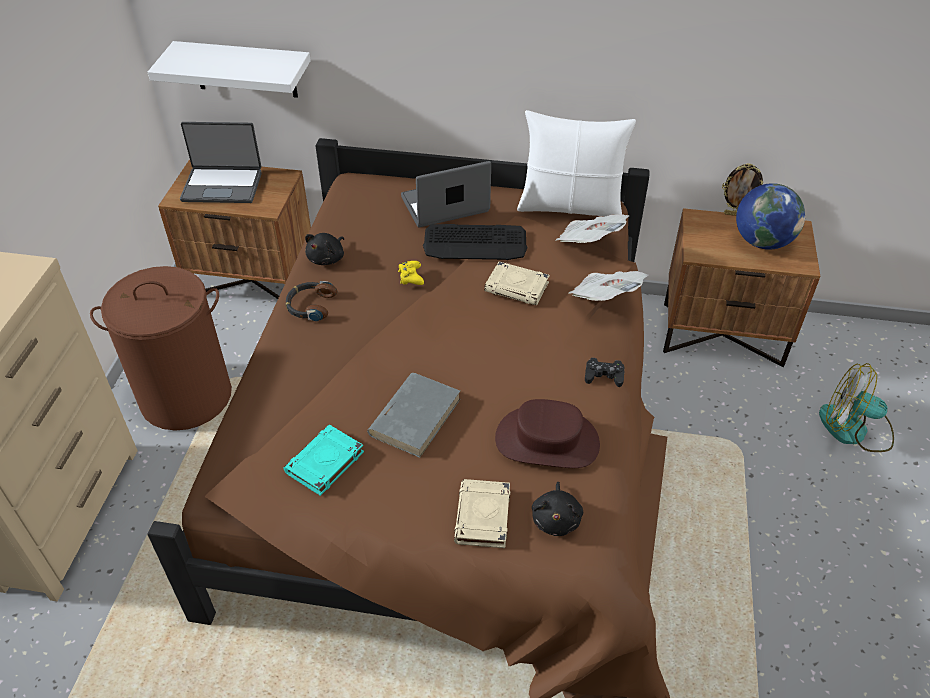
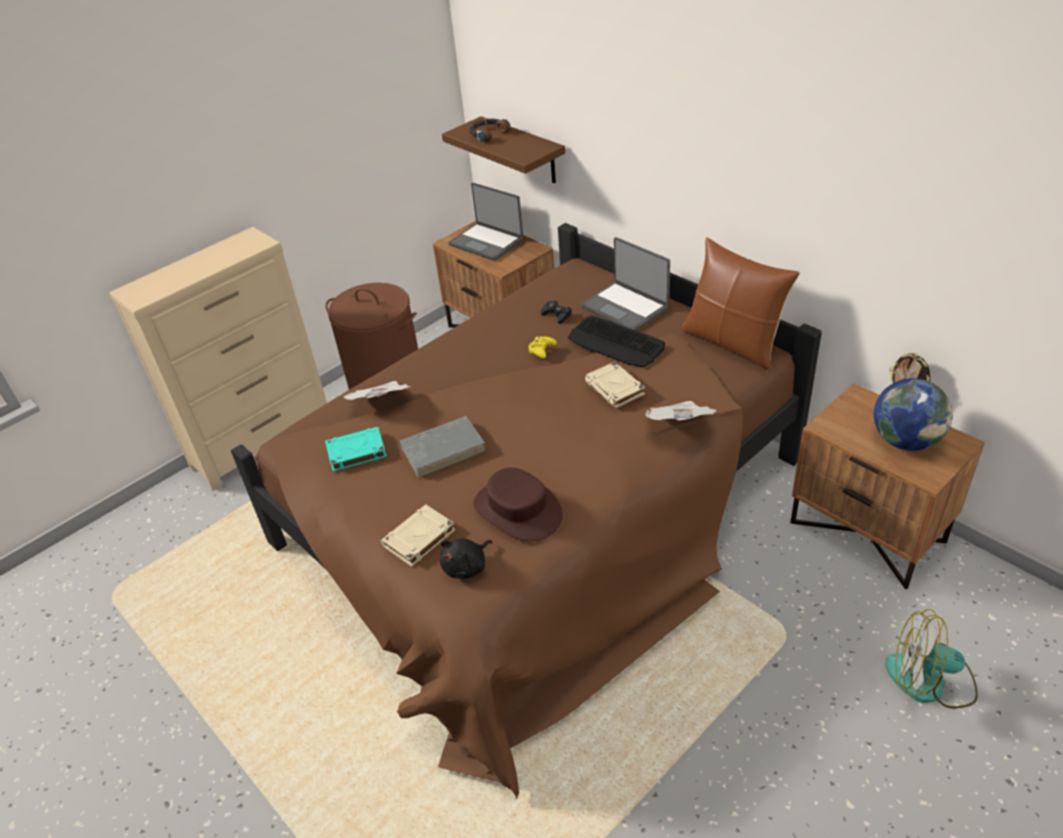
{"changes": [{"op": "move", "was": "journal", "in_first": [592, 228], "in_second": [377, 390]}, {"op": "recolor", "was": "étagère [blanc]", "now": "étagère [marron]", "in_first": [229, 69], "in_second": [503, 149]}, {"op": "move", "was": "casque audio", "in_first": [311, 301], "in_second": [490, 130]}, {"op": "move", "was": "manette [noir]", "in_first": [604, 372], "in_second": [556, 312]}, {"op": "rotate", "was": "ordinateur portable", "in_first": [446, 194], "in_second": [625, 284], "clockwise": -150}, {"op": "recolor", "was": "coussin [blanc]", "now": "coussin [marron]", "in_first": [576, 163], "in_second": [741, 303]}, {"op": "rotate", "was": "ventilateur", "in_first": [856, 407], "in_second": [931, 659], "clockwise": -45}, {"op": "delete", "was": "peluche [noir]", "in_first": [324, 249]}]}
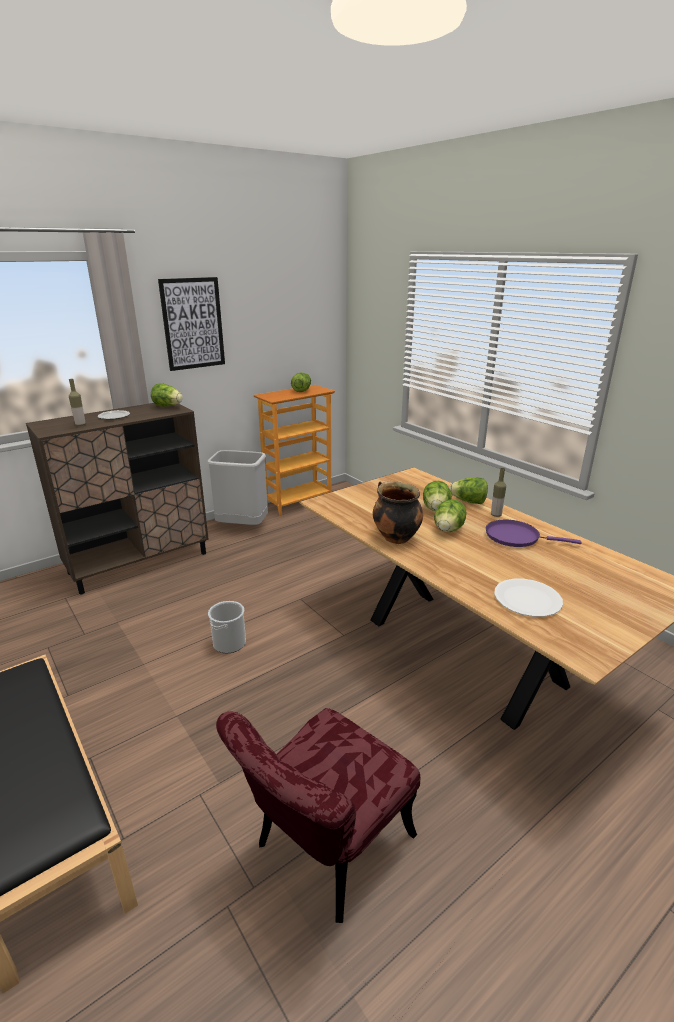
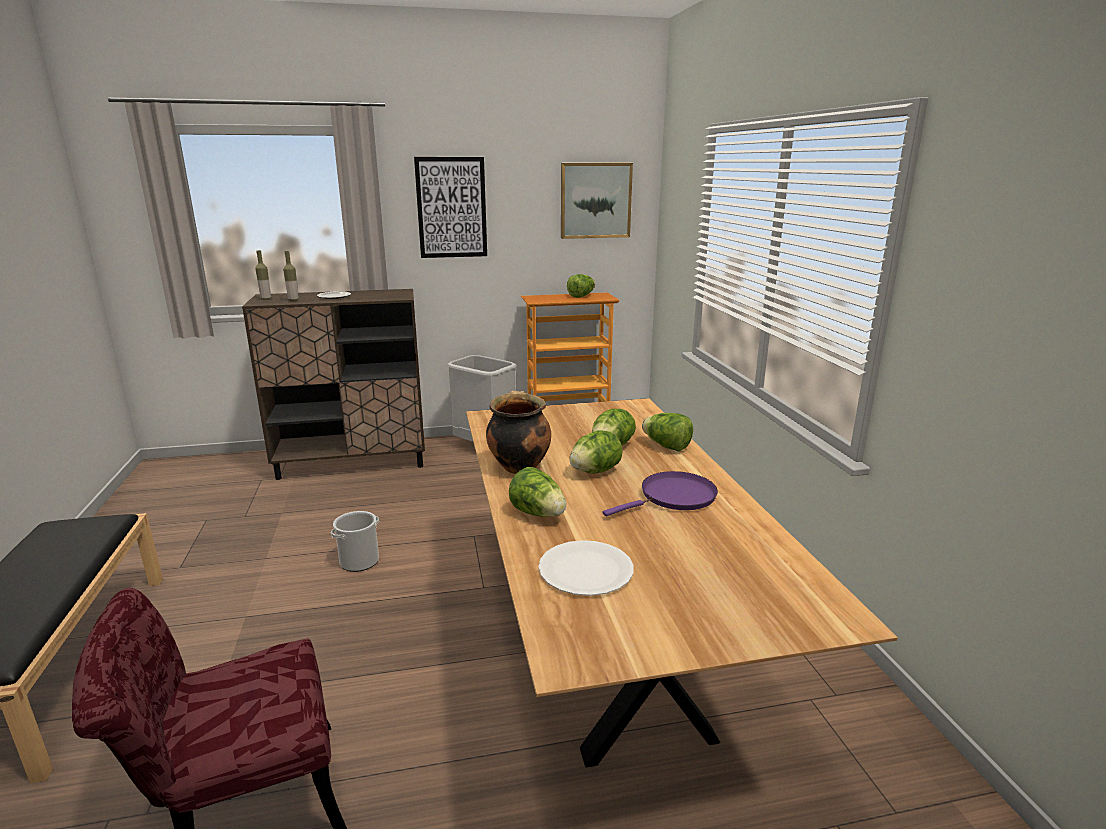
{"changes": [{"op": "move", "was": "bouteille", "in_first": [498, 492], "in_second": [263, 275]}, {"op": "move", "was": "laitue", "in_first": [167, 395], "in_second": [537, 492]}, {"op": "insert", "now": "tableau", "in_second": [597, 201]}, {"op": "rotate", "was": "poêle [violet]", "in_first": [534, 533], "in_second": [660, 493], "clockwise": 105}]}
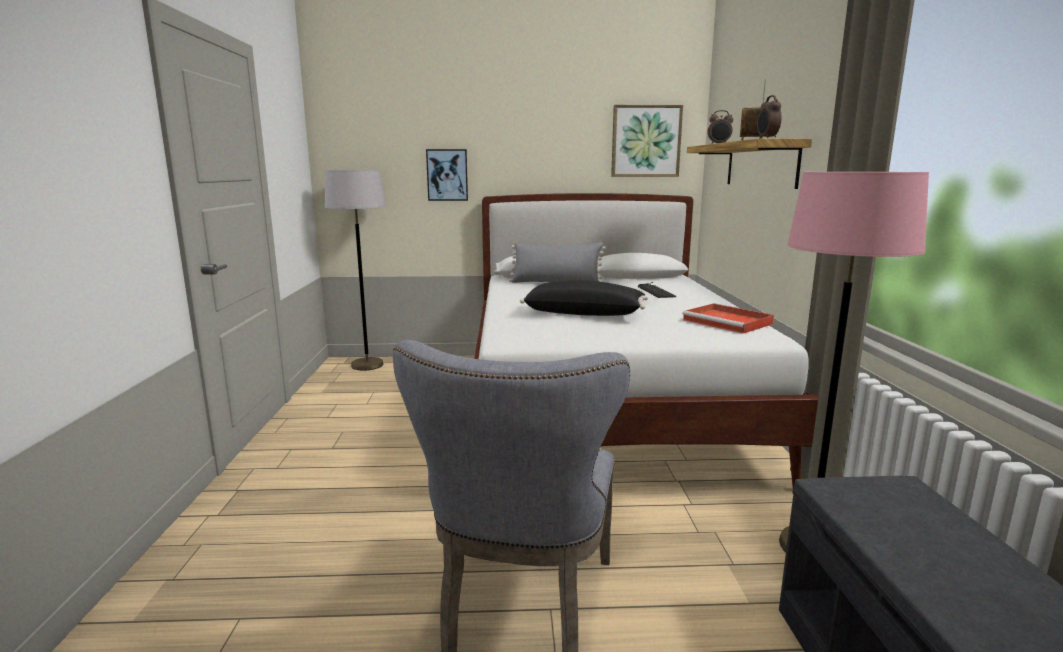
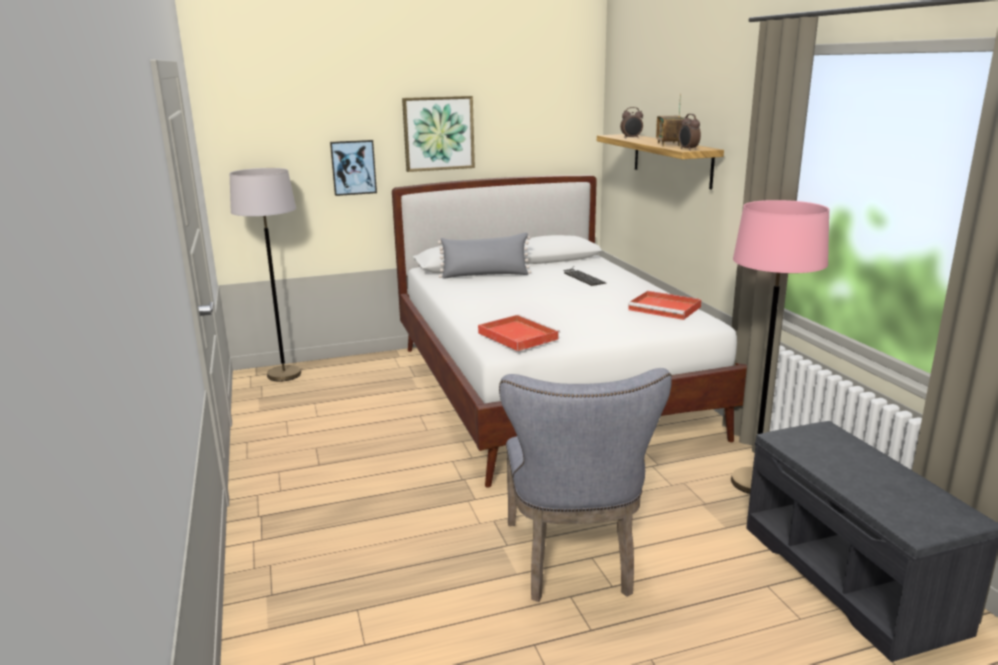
{"changes": [{"op": "move", "was": "tableau", "in_first": [647, 141], "in_second": [438, 134]}, {"op": "insert", "now": "plateau [rouge]", "in_second": [519, 333]}, {"op": "delete", "was": "coussin [noir]", "in_first": [584, 298]}]}
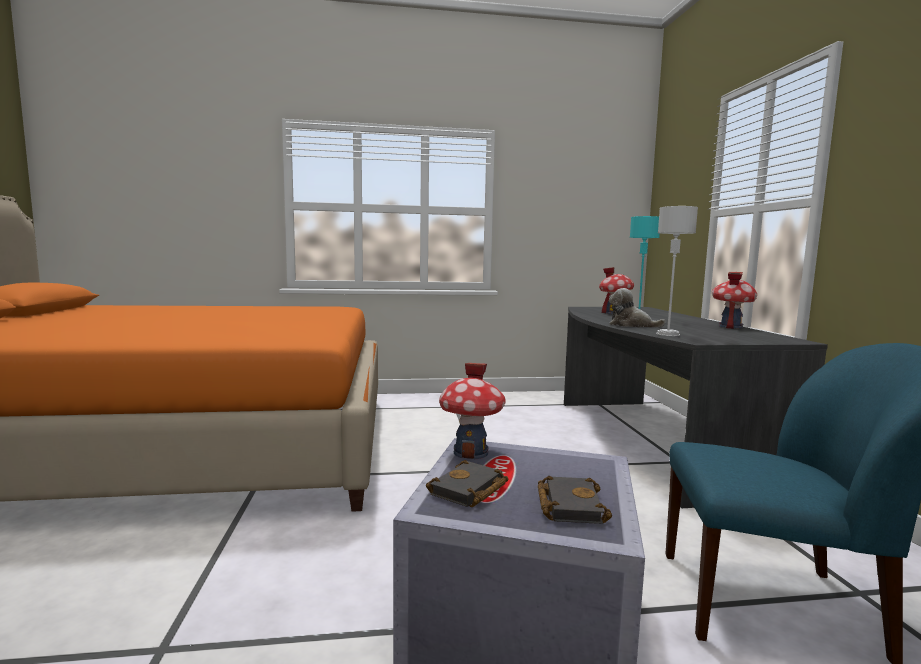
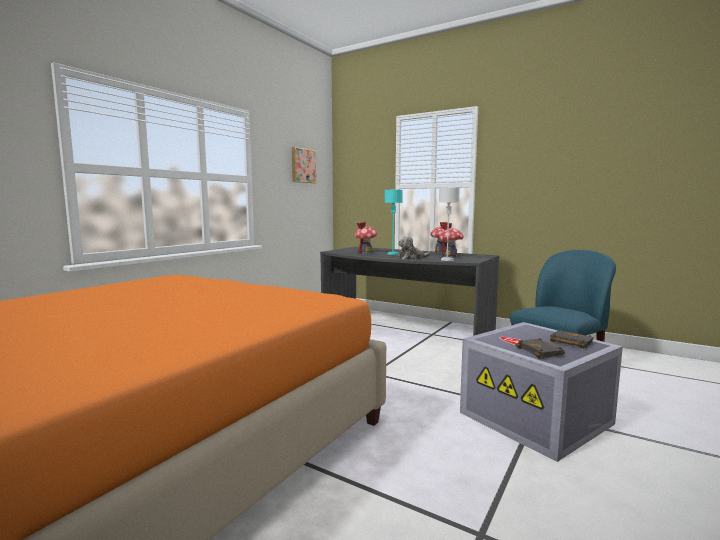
{"changes": [{"op": "insert", "now": "tableau", "in_second": [304, 165]}, {"op": "move", "was": "maison miniature", "in_first": [472, 411], "in_second": [451, 240]}]}
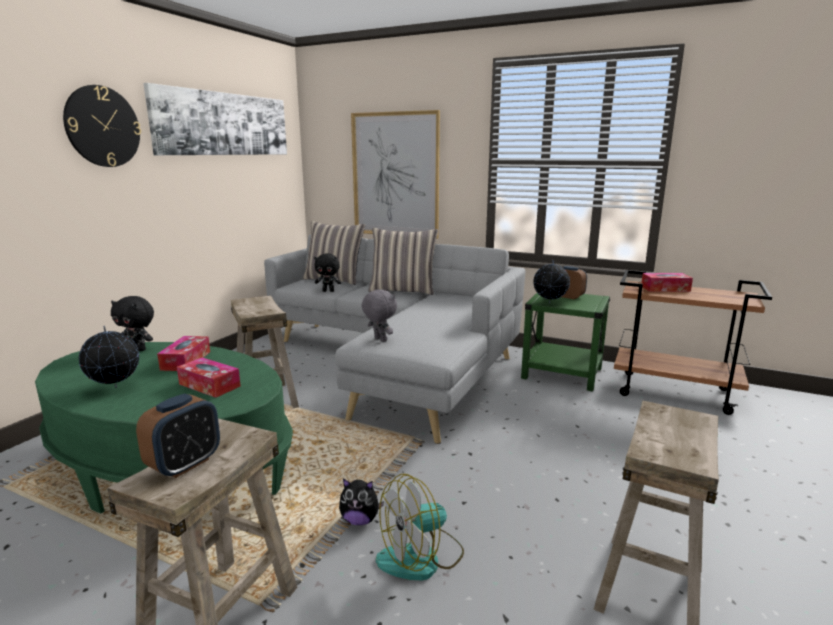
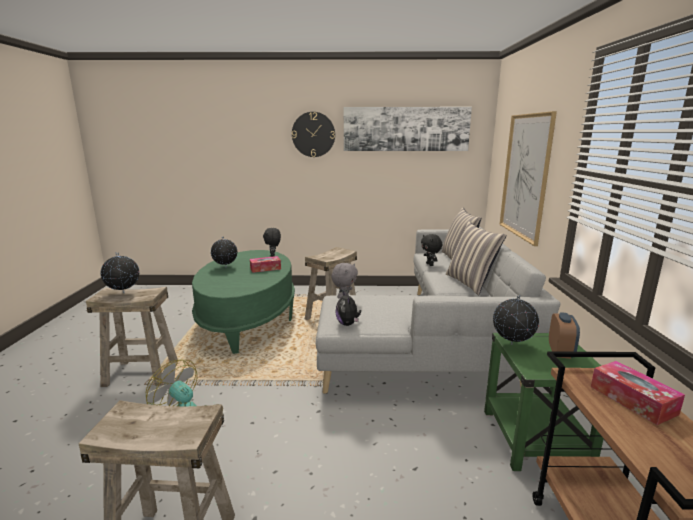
{"changes": [{"op": "replace", "was": "réveil", "now": "globe", "in_first": [178, 436], "in_second": [120, 272]}, {"op": "move", "was": "peluche", "in_first": [361, 502], "in_second": [348, 308]}, {"op": "delete", "was": "boîte à mouchoirs", "in_first": [209, 377]}]}
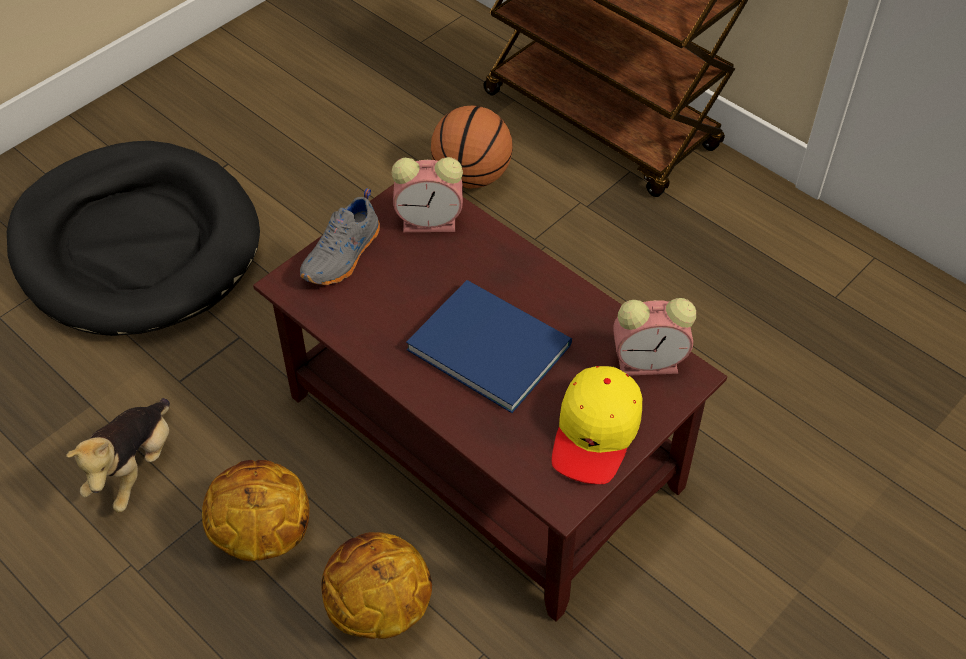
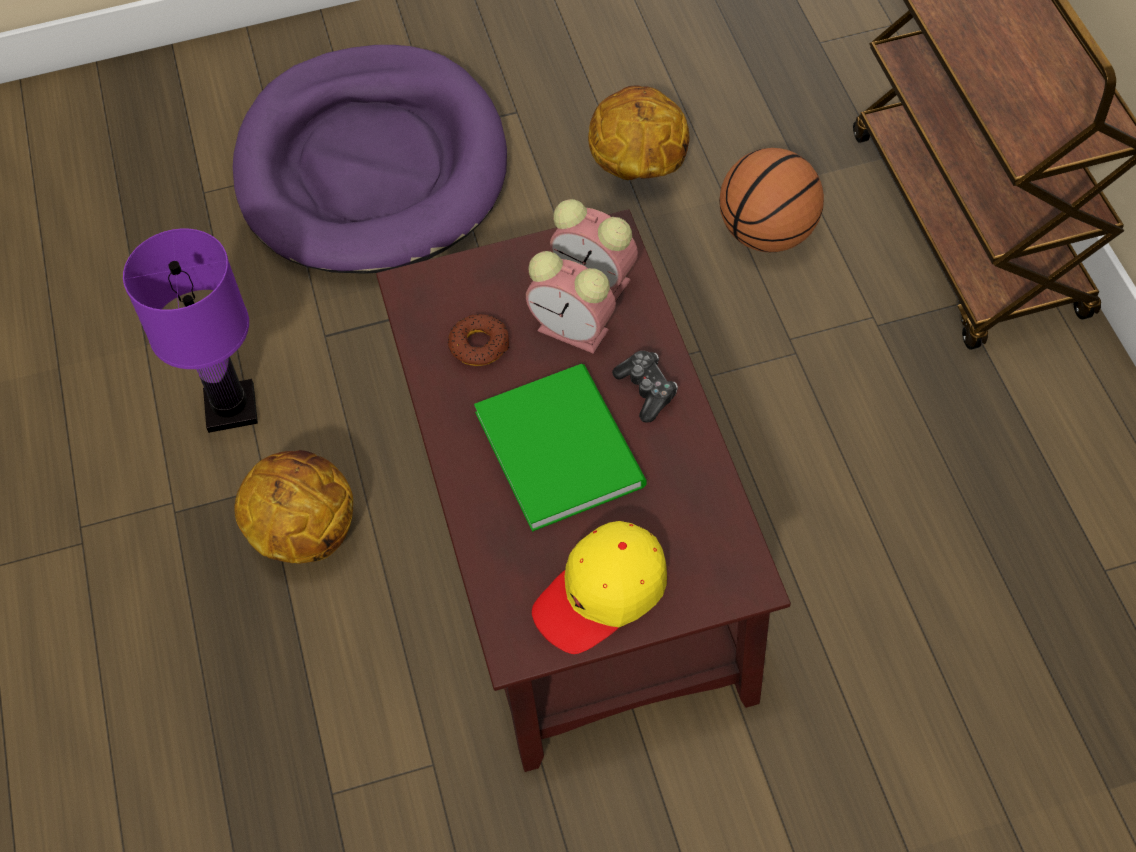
{"changes": [{"op": "replace", "was": "peluche", "now": "lampe de table [violet]", "in_first": [118, 455], "in_second": [190, 331]}, {"op": "recolor", "was": "panier pour chien [noir]", "now": "panier pour chien [violet]", "in_first": [133, 238], "in_second": [370, 159]}, {"op": "insert", "now": "beignet", "in_second": [478, 340]}, {"op": "recolor", "was": "livre [bleu]", "now": "livre [vert]", "in_first": [489, 346], "in_second": [560, 448]}, {"op": "move", "was": "réveil", "in_first": [654, 337], "in_second": [571, 302]}, {"op": "move", "was": "ballon de basket", "in_first": [376, 585], "in_second": [638, 133]}, {"op": "insert", "now": "manette", "in_second": [645, 387]}, {"op": "delete", "was": "chaussure [gris]", "in_first": [340, 236]}]}
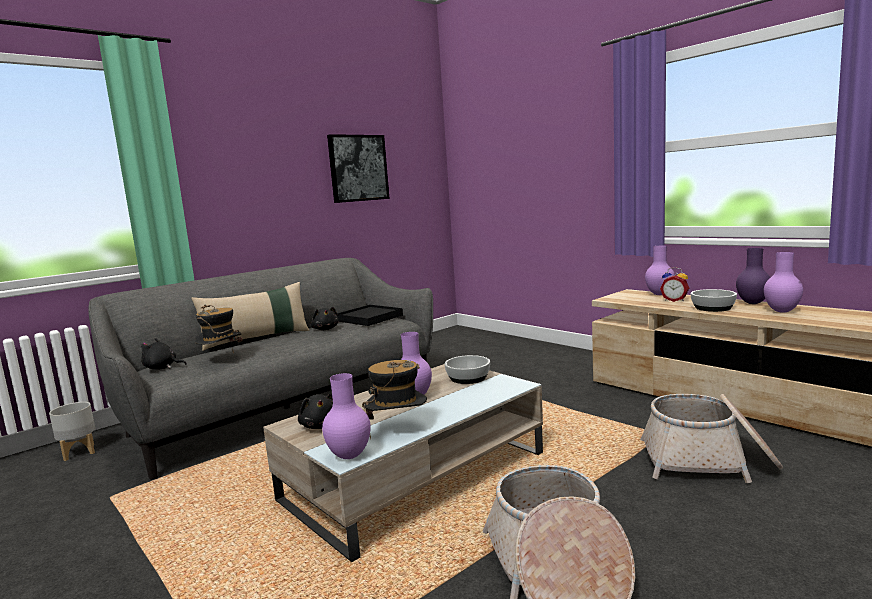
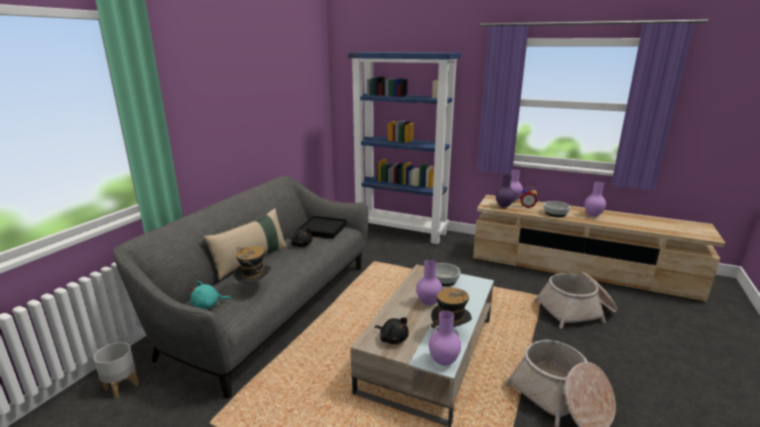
{"changes": [{"op": "recolor", "was": "peluche [noir]", "now": "peluche [turquoise]", "in_first": [164, 354], "in_second": [211, 295]}, {"op": "insert", "now": "bibliothèque [bleu]", "in_second": [404, 148]}, {"op": "move", "was": "vase [violet]", "in_first": [753, 276], "in_second": [505, 191]}, {"op": "delete", "was": "tableau", "in_first": [358, 168]}]}
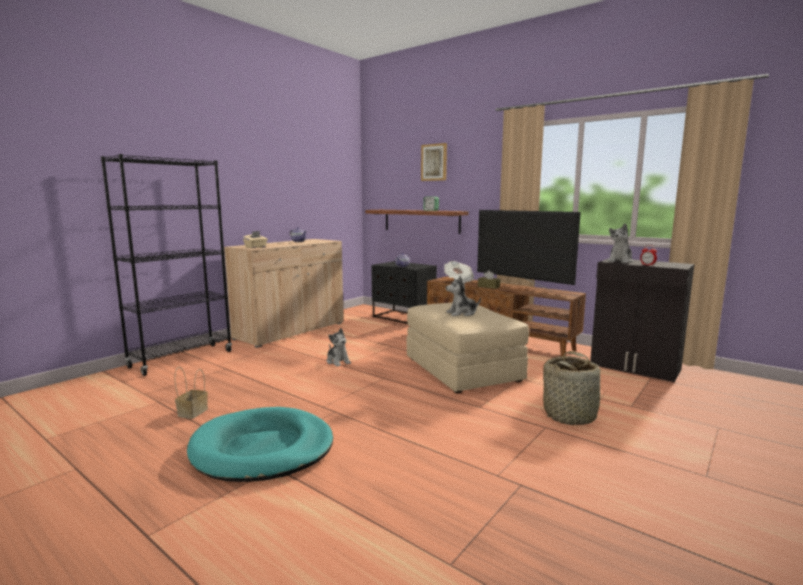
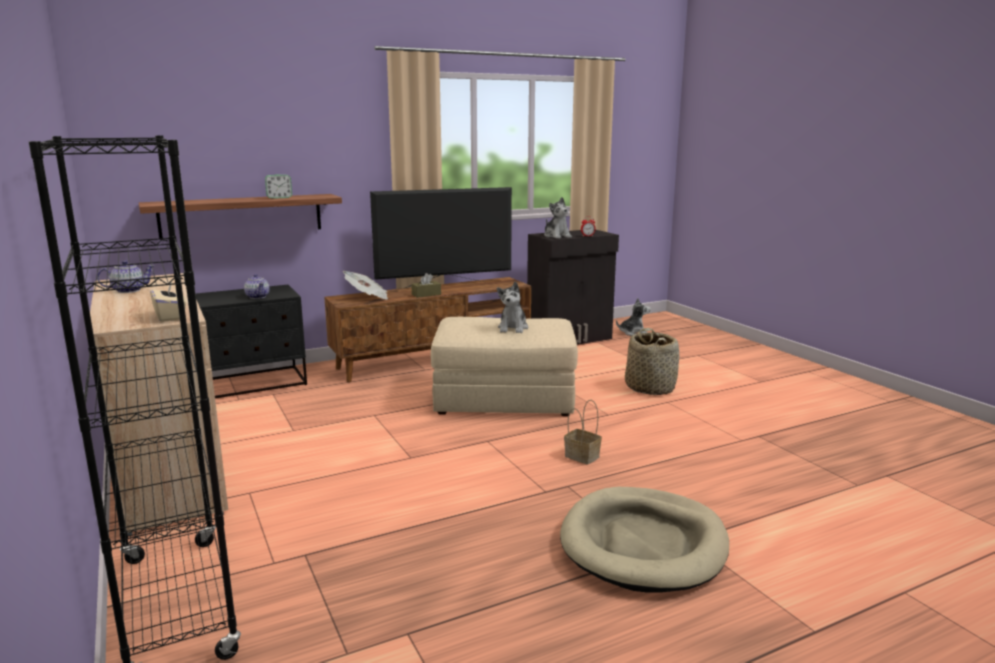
{"changes": [{"op": "recolor", "was": "panier pour chien [turquoise]", "now": "panier pour chien [beige]", "in_first": [260, 444], "in_second": [644, 540]}, {"op": "move", "was": "panier", "in_first": [191, 393], "in_second": [583, 432]}, {"op": "move", "was": "peluche", "in_first": [339, 347], "in_second": [633, 317]}, {"op": "delete", "was": "tableau", "in_first": [434, 162]}]}
